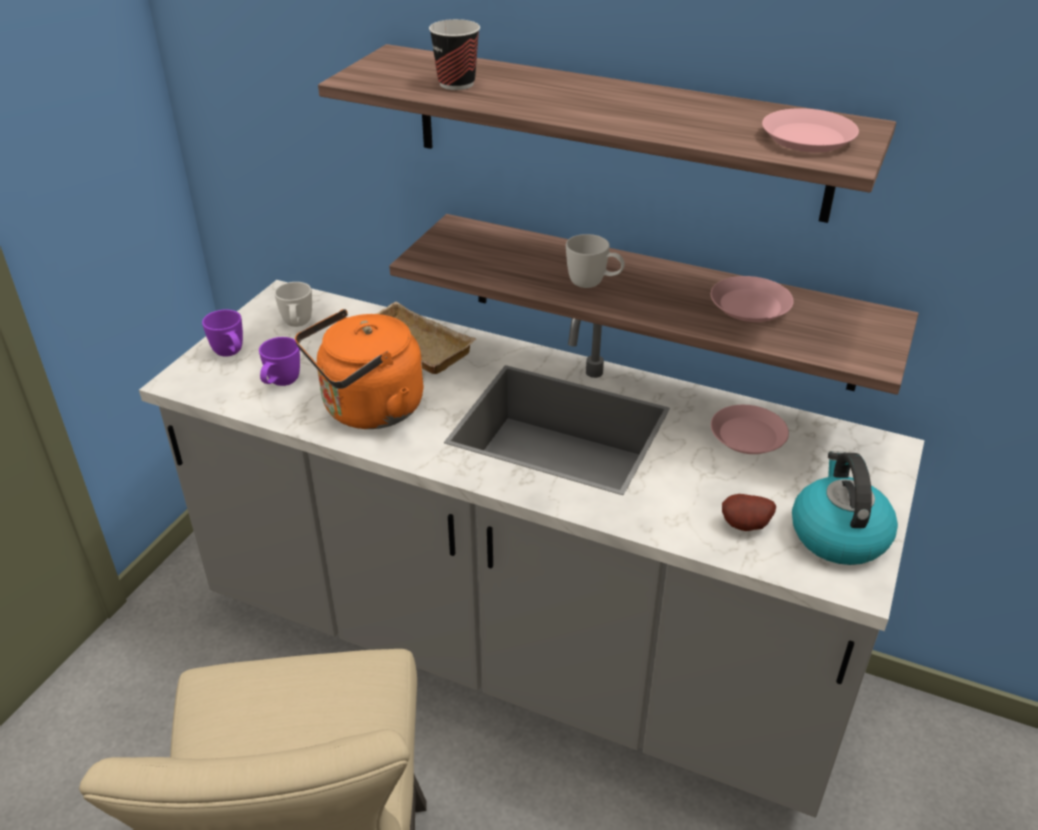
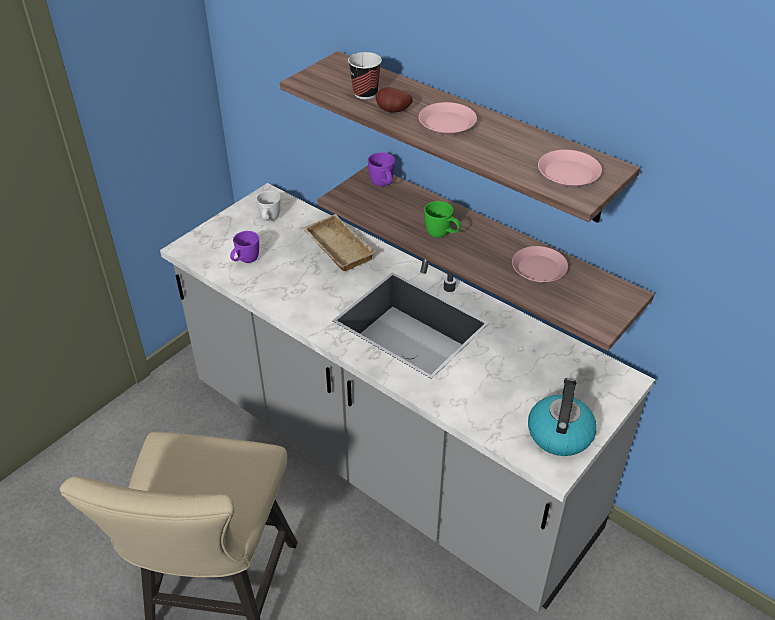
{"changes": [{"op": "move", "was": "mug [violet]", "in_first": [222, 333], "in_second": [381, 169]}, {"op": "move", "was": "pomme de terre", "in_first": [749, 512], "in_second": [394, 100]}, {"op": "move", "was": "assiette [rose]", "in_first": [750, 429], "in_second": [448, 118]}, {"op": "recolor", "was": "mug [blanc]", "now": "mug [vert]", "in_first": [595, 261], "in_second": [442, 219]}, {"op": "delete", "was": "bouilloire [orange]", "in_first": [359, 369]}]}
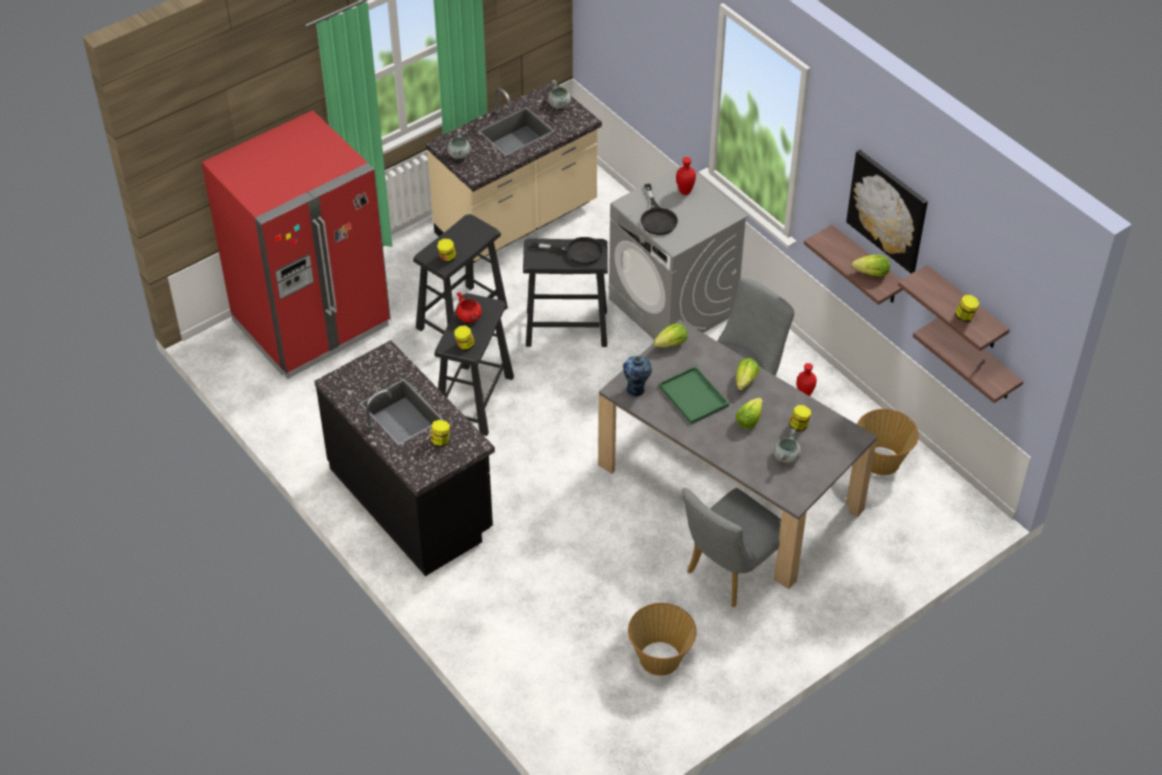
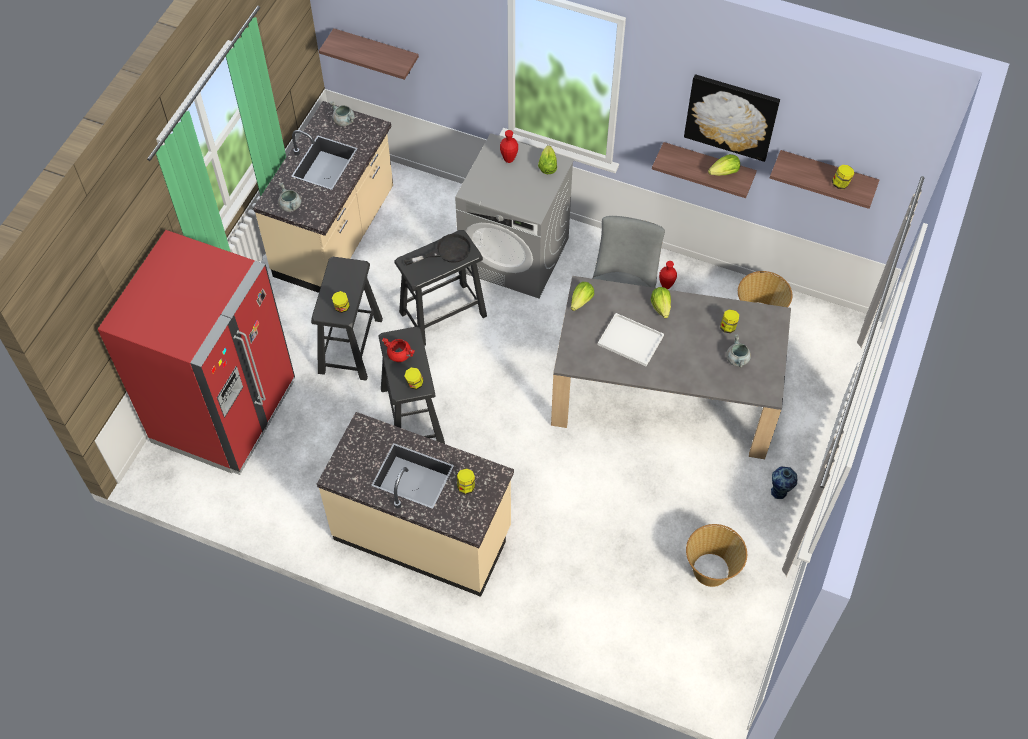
{"changes": [{"op": "recolor", "was": "comptoir de cuisine [noir]", "now": "comptoir de cuisine [beige]", "in_first": [404, 458], "in_second": [415, 504]}, {"op": "move", "was": "étagère", "in_first": [968, 360], "in_second": [369, 54]}, {"op": "move", "was": "laitue", "in_first": [749, 413], "in_second": [547, 159]}, {"op": "recolor", "was": "plateau [vert]", "now": "plateau [blanc]", "in_first": [694, 395], "in_second": [631, 339]}, {"op": "move", "was": "vase", "in_first": [637, 376], "in_second": [784, 483]}, {"op": "delete", "was": "poêle [noir]", "in_first": [659, 209]}, {"op": "delete", "was": "chaise [gris]", "in_first": [731, 547]}]}
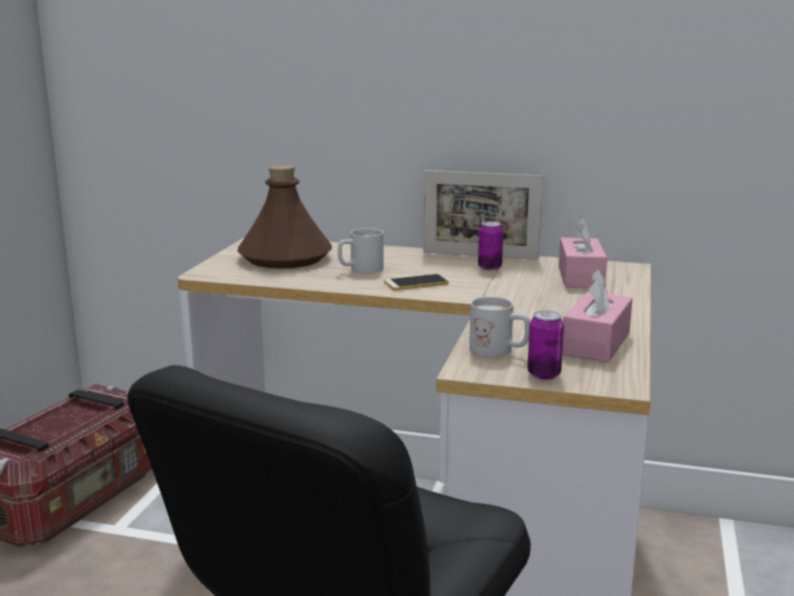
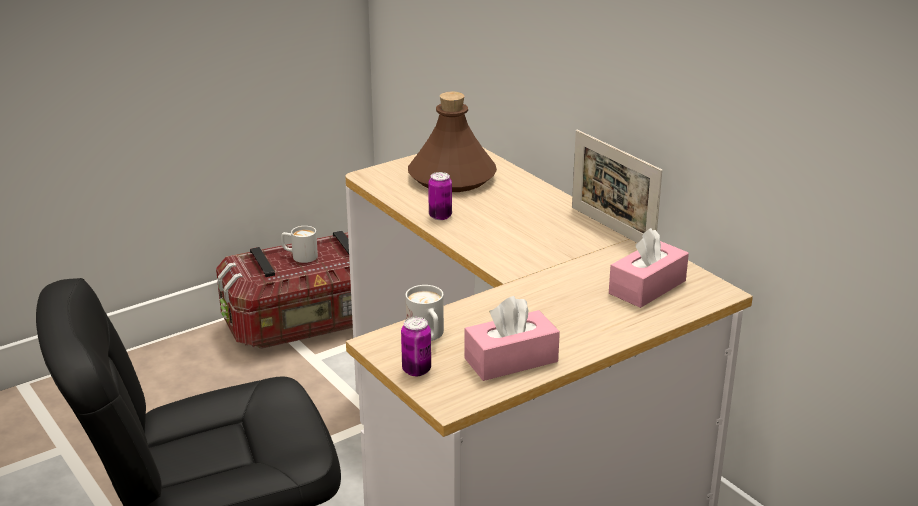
{"changes": [{"op": "move", "was": "mug [blanc]", "in_first": [360, 251], "in_second": [299, 244]}, {"op": "move", "was": "boîte métallique", "in_first": [490, 246], "in_second": [440, 196]}, {"op": "delete", "was": "téléphone", "in_first": [416, 282]}]}
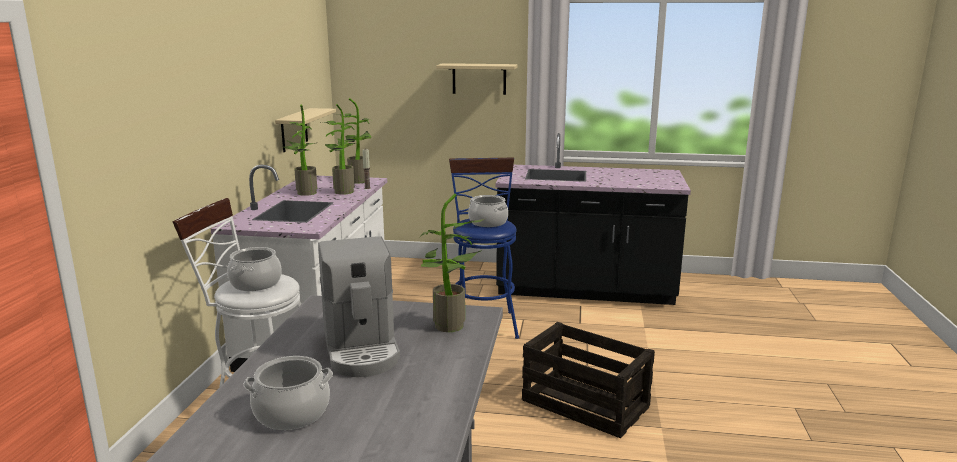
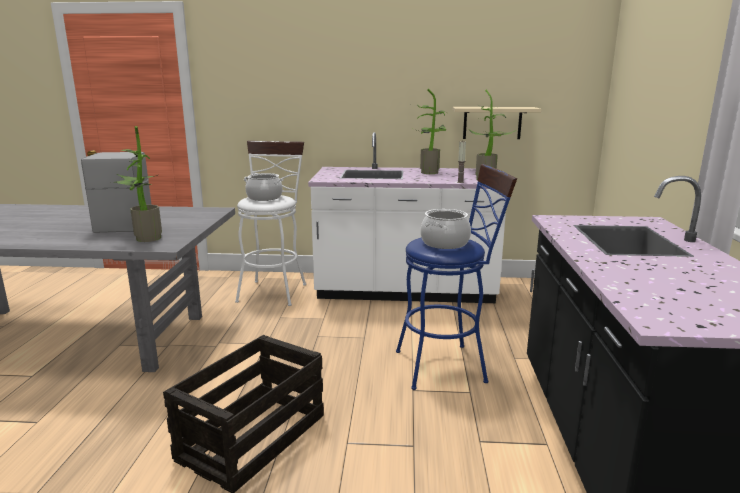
{"changes": [{"op": "rotate", "was": "machine à café", "in_first": [359, 306], "in_second": [116, 192], "clockwise": 105}, {"op": "delete", "was": "marmite", "in_first": [288, 393]}, {"op": "delete", "was": "plante en pot", "in_first": [338, 149]}, {"op": "delete", "was": "étagère [beige]", "in_first": [477, 79]}]}
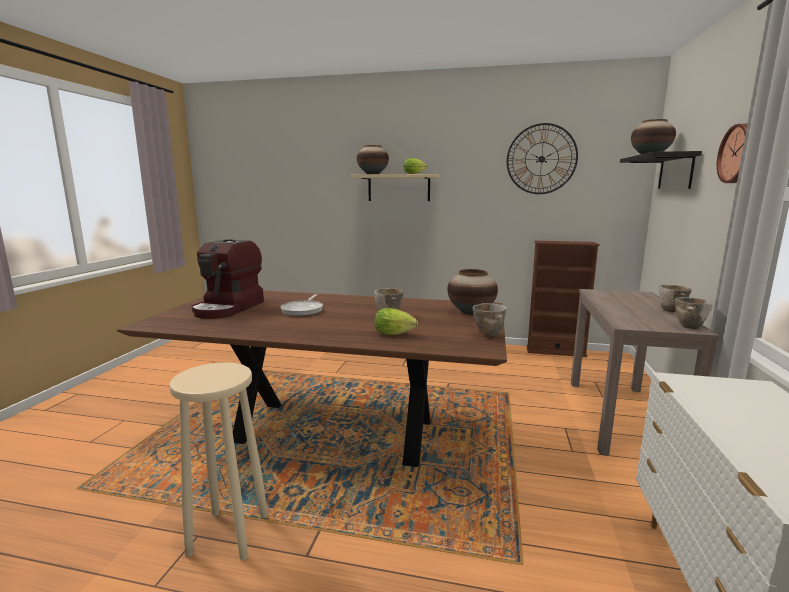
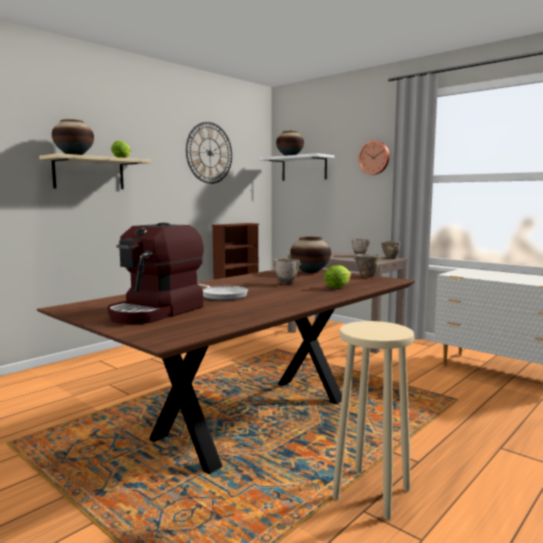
{"changes": [{"op": "rotate", "was": "machine à café", "in_first": [227, 279], "in_second": [156, 273], "clockwise": 75}, {"op": "recolor", "was": "étagère [noir]", "now": "étagère [blanc]", "in_first": [661, 170], "in_second": [296, 167]}]}
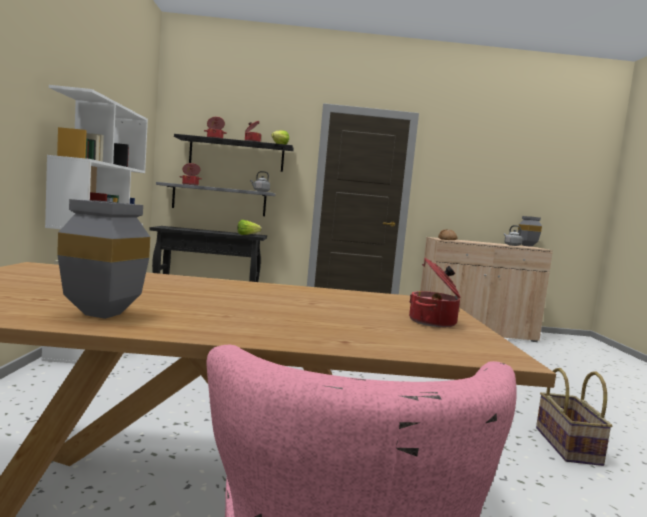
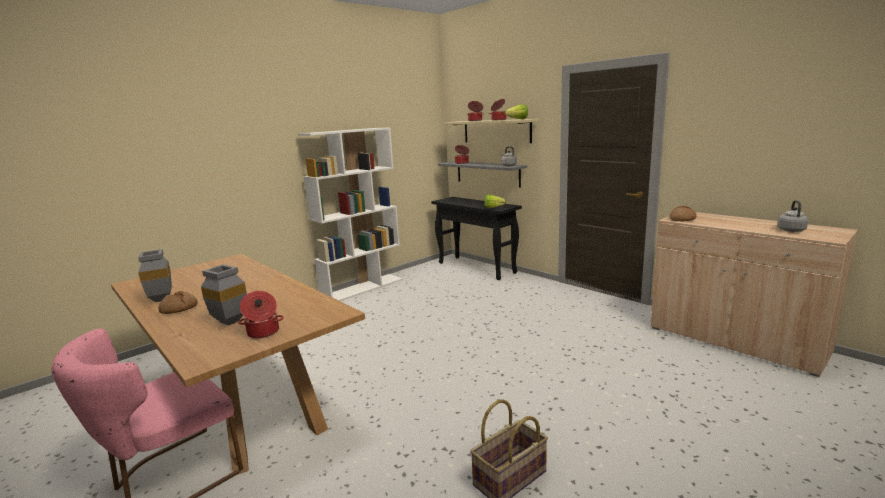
{"changes": [{"op": "insert", "now": "pain", "in_second": [178, 302]}, {"op": "move", "was": "vase [gris]", "in_first": [530, 231], "in_second": [224, 294]}, {"op": "recolor", "was": "étagère [noir]", "now": "étagère [beige]", "in_first": [234, 153], "in_second": [491, 131]}]}
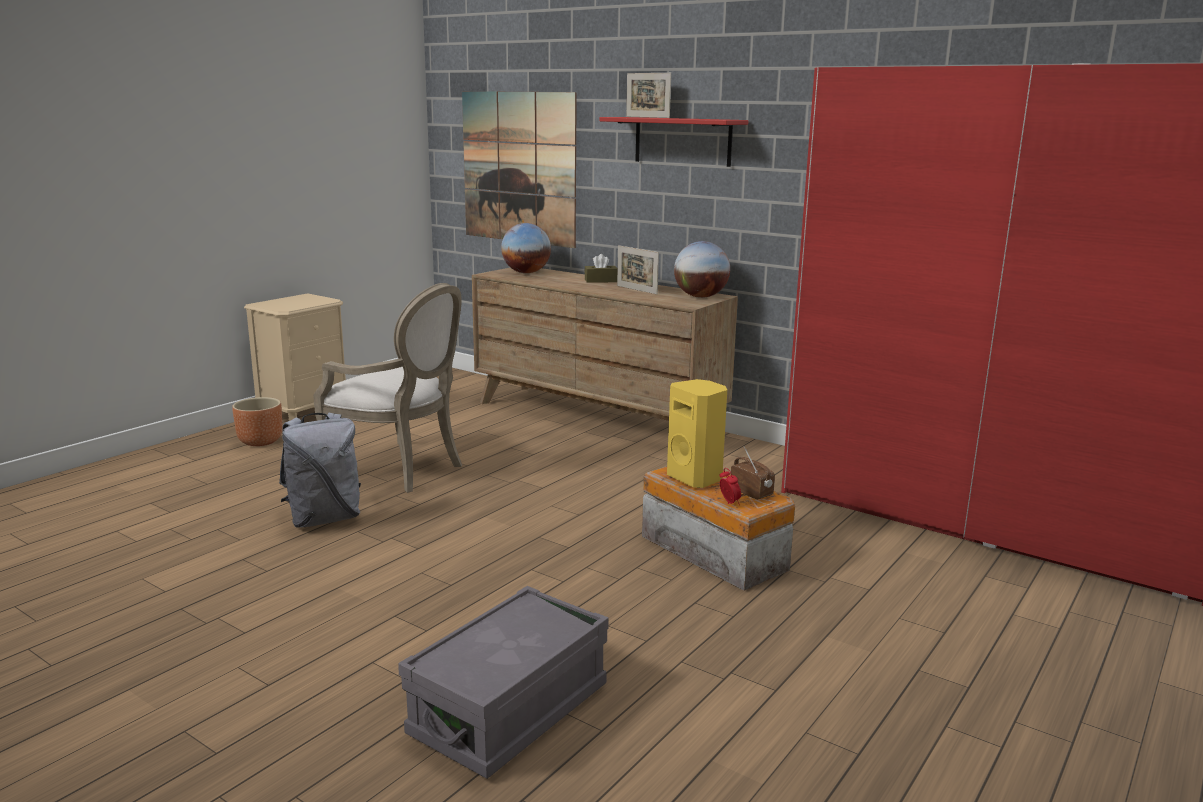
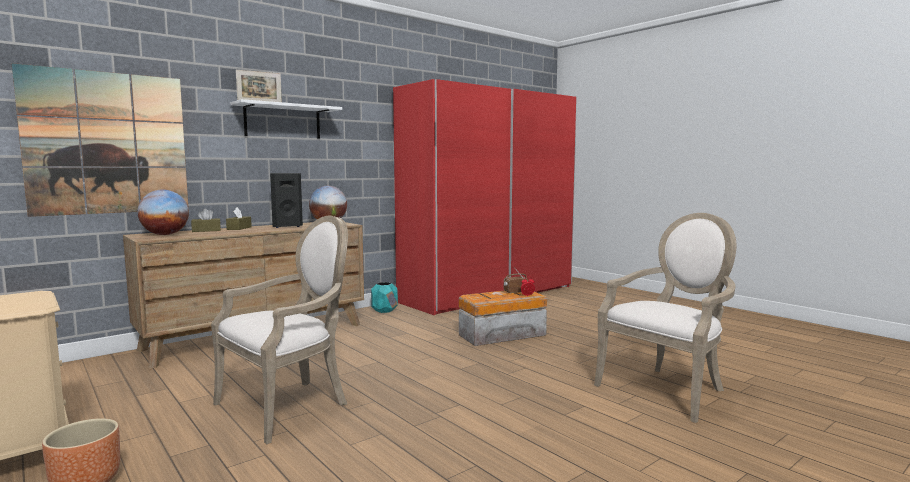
{"changes": [{"op": "insert", "now": "boîte à mouchoirs [marron]", "in_second": [206, 220]}, {"op": "recolor", "was": "étagère [rouge]", "now": "étagère [blanc]", "in_first": [674, 142], "in_second": [286, 119]}, {"op": "replace", "was": "cadre photo", "now": "enceinte [noir]", "in_first": [638, 269], "in_second": [286, 200]}, {"op": "insert", "now": "cache-pot [turquoise]", "in_second": [384, 297]}, {"op": "replace", "was": "boîte de rangement [gris]", "now": "fauteuil", "in_first": [503, 682], "in_second": [665, 318]}, {"op": "delete", "was": "sac à dos [gris]", "in_first": [320, 470]}, {"op": "delete", "was": "enceinte [jaune]", "in_first": [697, 433]}]}
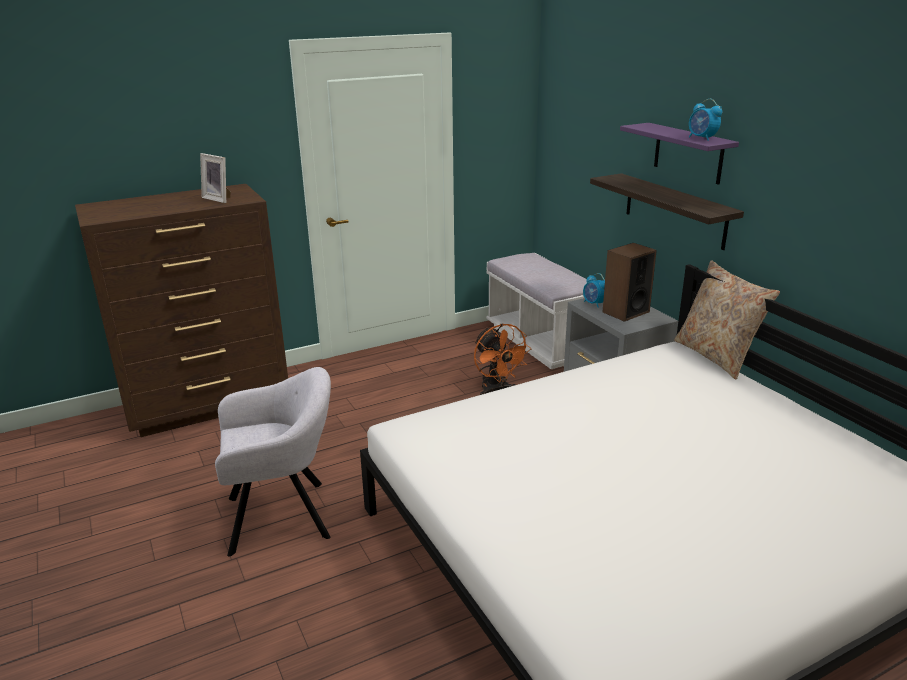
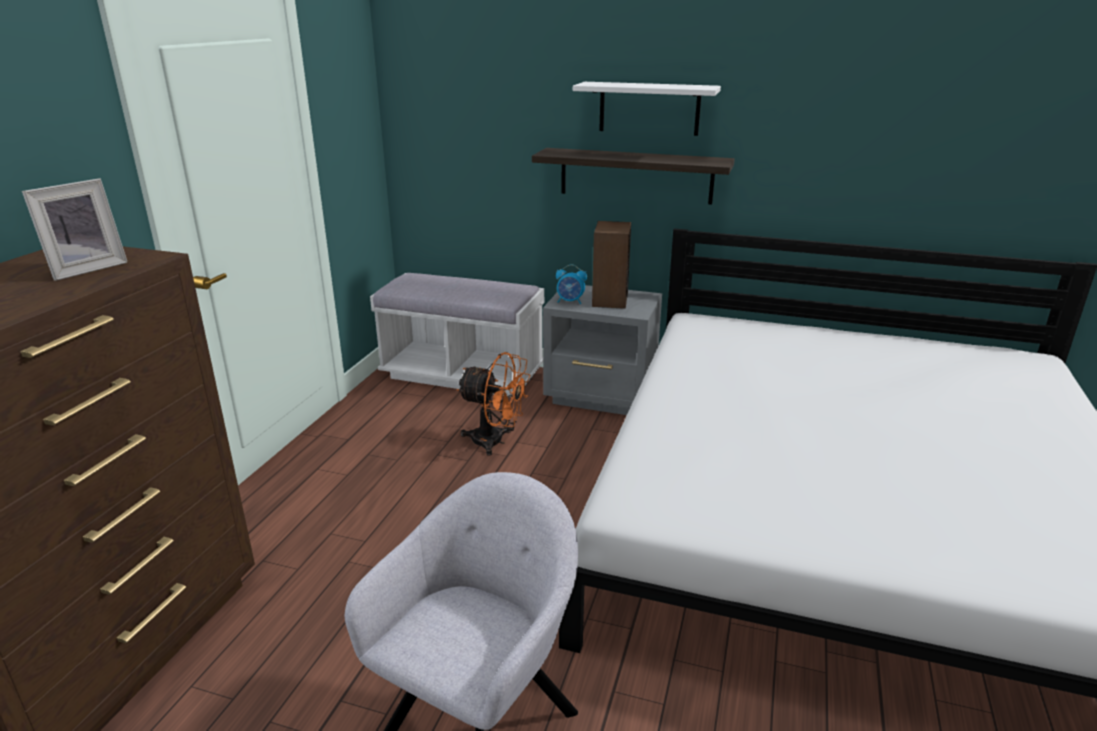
{"changes": [{"op": "rotate", "was": "cadre photo", "in_first": [215, 178], "in_second": [75, 229], "clockwise": -45}, {"op": "recolor", "was": "étagère [violet]", "now": "étagère [blanc]", "in_first": [679, 154], "in_second": [647, 109]}, {"op": "delete", "was": "coussin [beige]", "in_first": [727, 320]}, {"op": "delete", "was": "réveil", "in_first": [705, 120]}]}
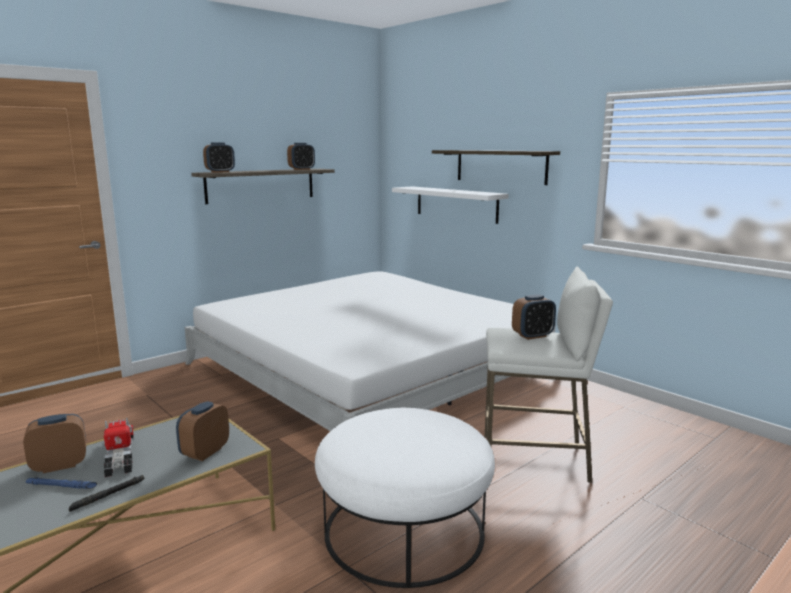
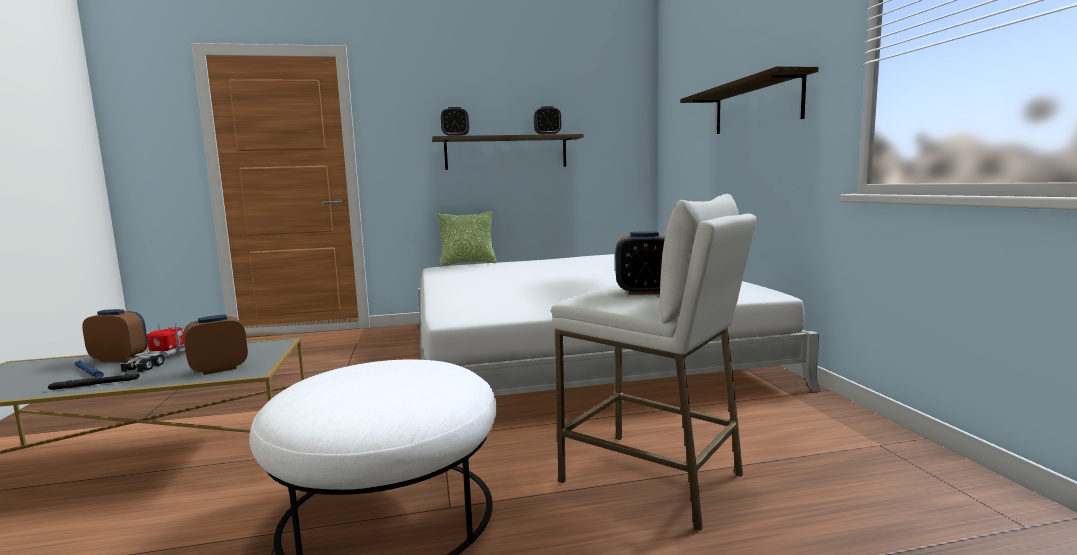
{"changes": [{"op": "insert", "now": "coussin", "in_second": [467, 239]}, {"op": "delete", "was": "étagère [blanc]", "in_first": [450, 205]}]}
